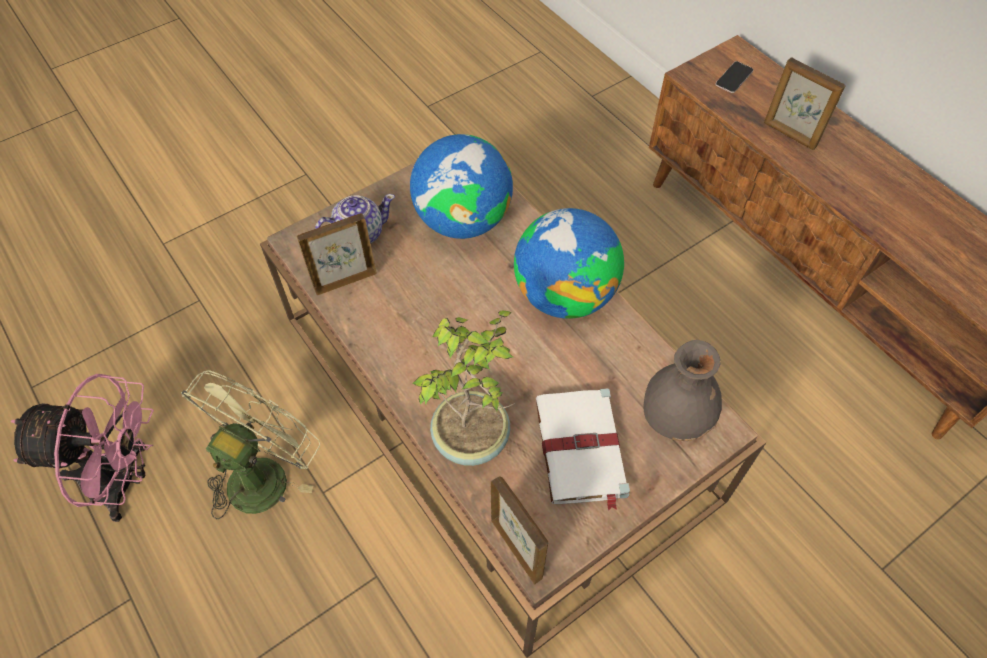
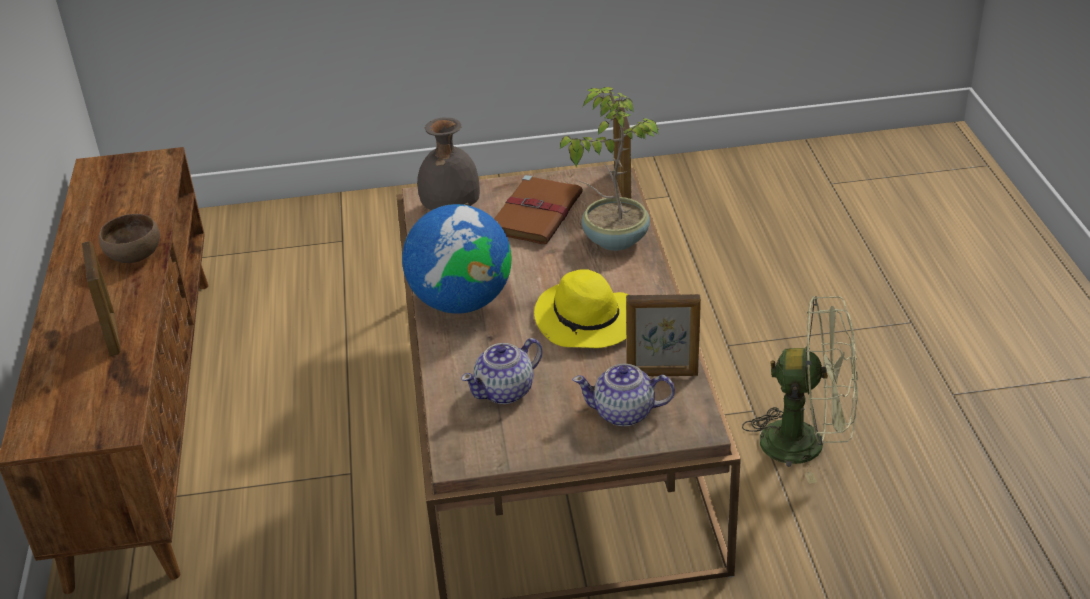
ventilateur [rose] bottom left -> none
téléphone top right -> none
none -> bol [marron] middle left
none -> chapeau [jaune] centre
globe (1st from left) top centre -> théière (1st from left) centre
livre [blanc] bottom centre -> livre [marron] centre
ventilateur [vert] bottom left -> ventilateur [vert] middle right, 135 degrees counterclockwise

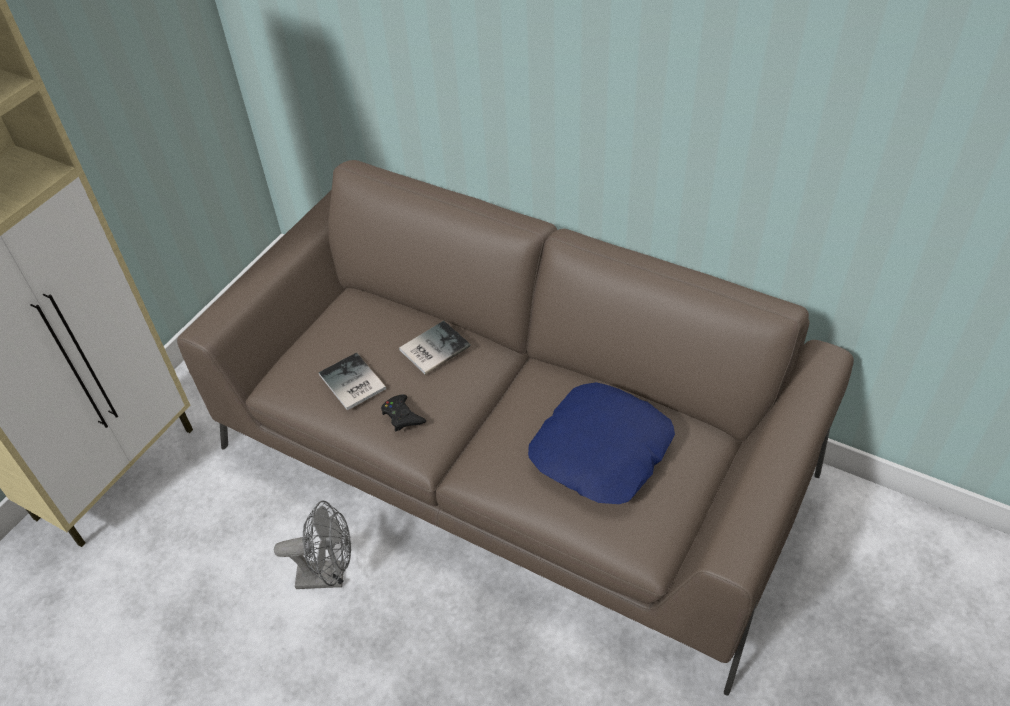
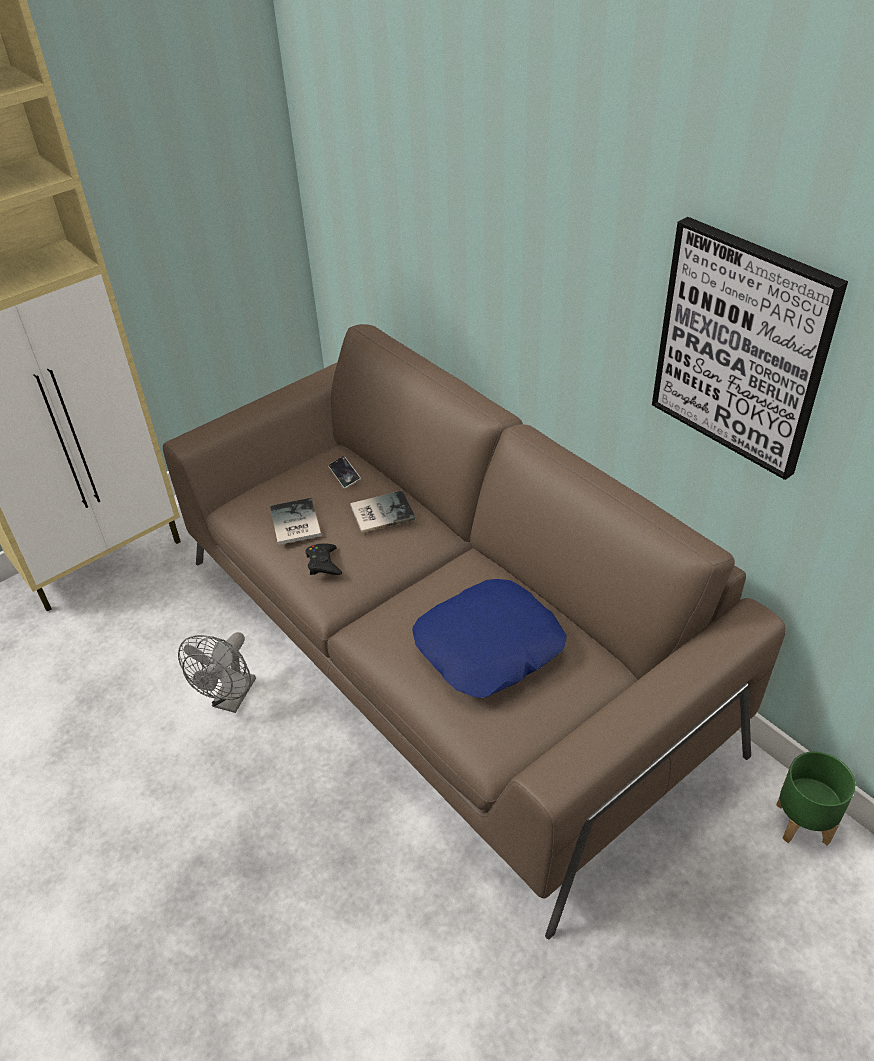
none -> téléphone centre
none -> tableau top right
none -> cache-pot [vert] bottom right
ventilateur [gris] bottom left -> ventilateur [gris] middle left, 90 degrees clockwise

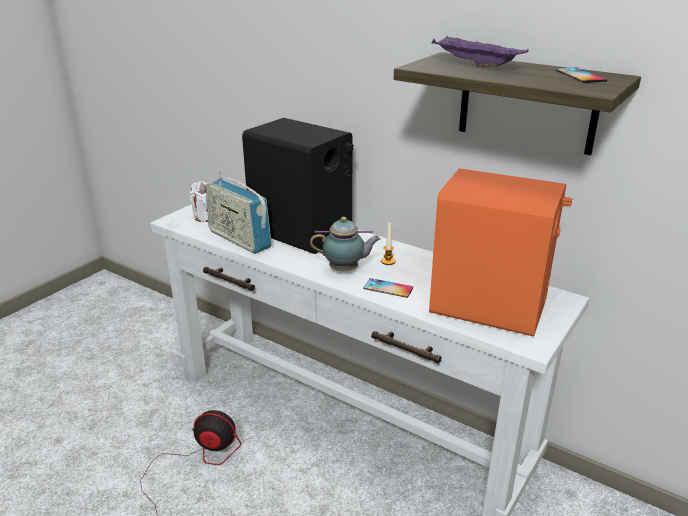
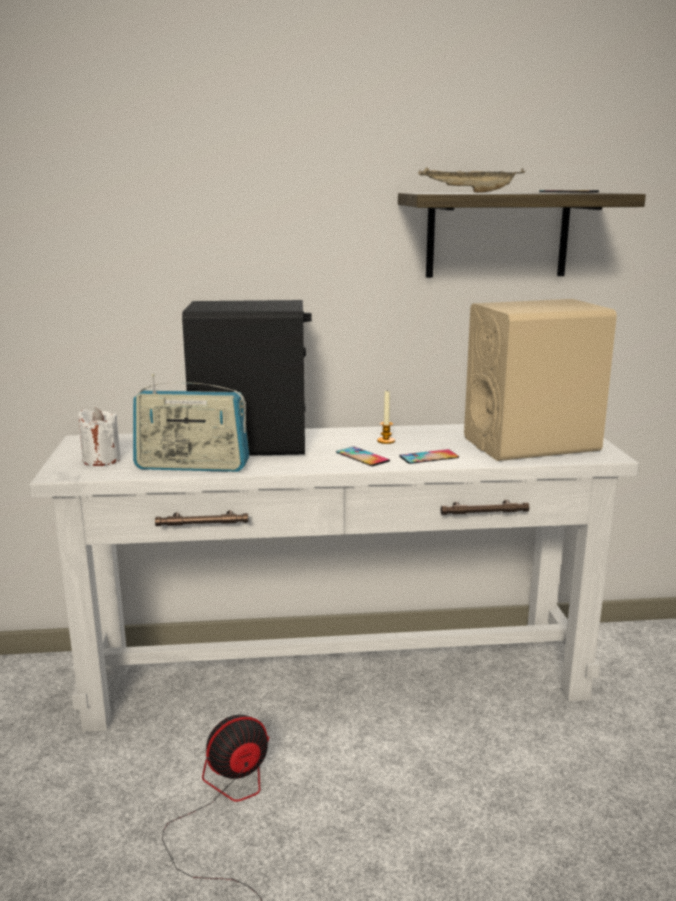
théière centre -> téléphone (1st from left) centre
enceinte [orange] middle right -> enceinte [beige] middle right
plateau [violet] top right -> plateau [beige] top right

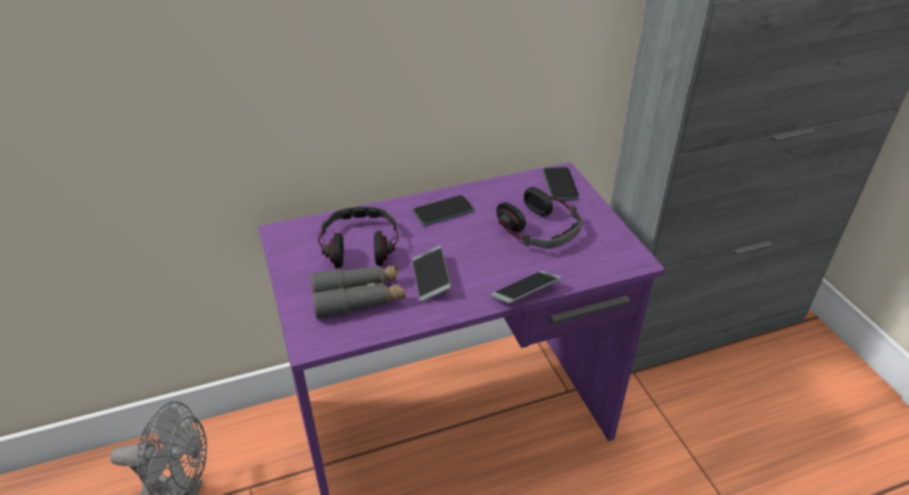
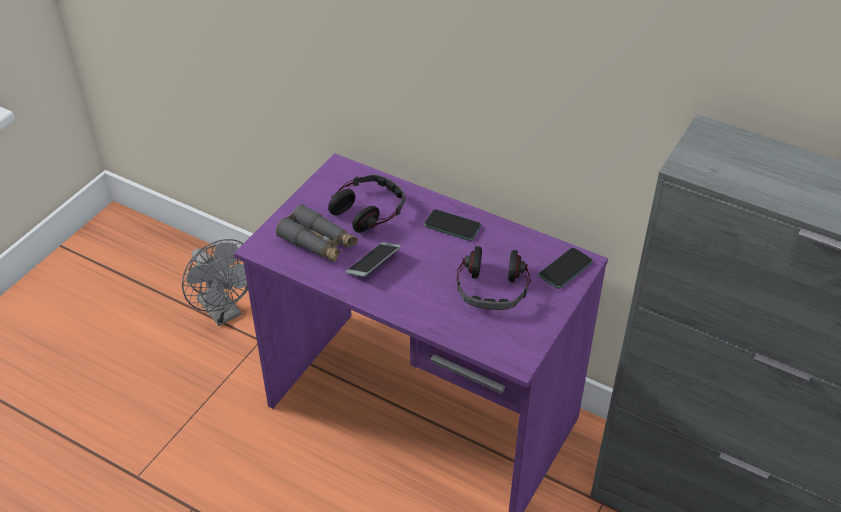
téléphone (3rd from left) centre -> none

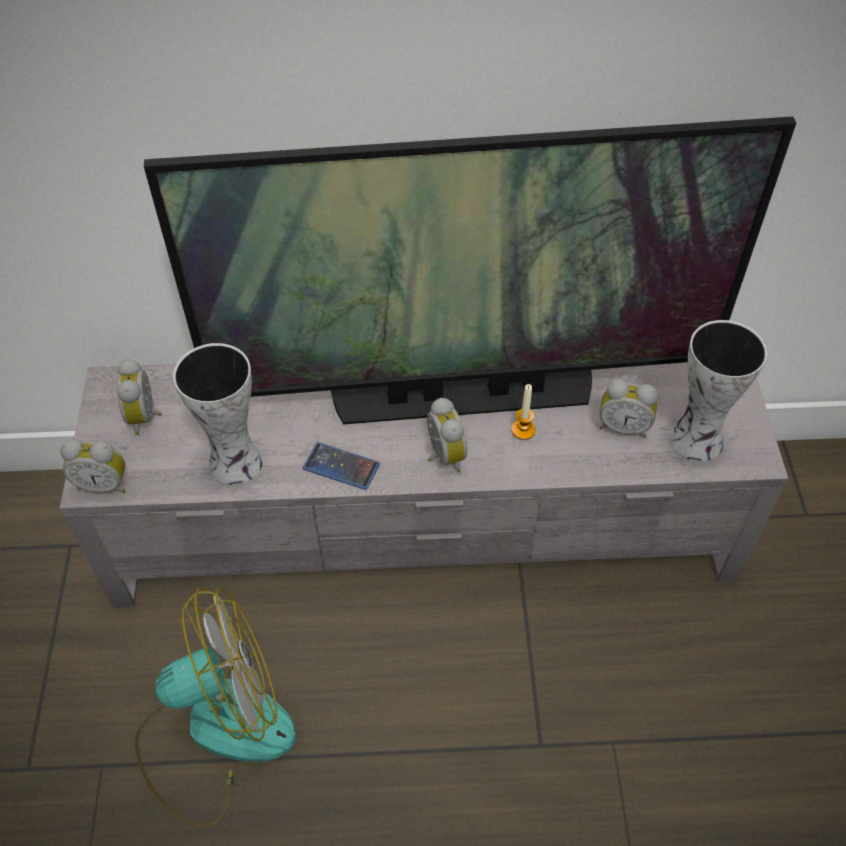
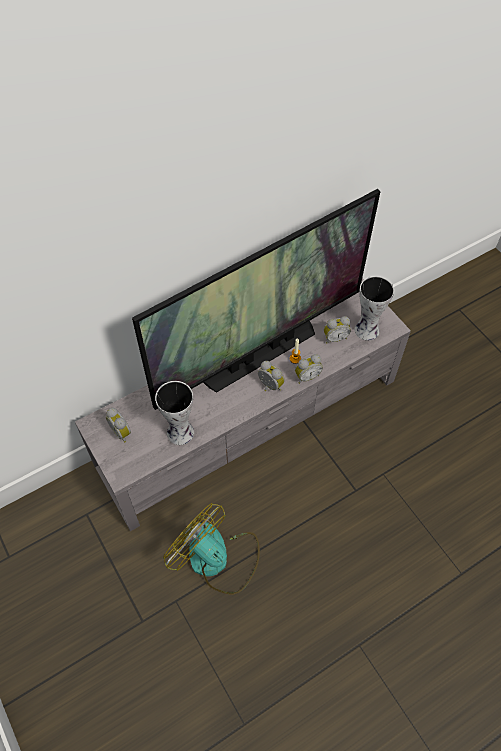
téléphone centre -> none
réveil (1st from left in the first image) middle left -> réveil (3rd from left) centre, moved
ventilateur bottom left -> ventilateur bottom centre, 90 degrees counterclockwise

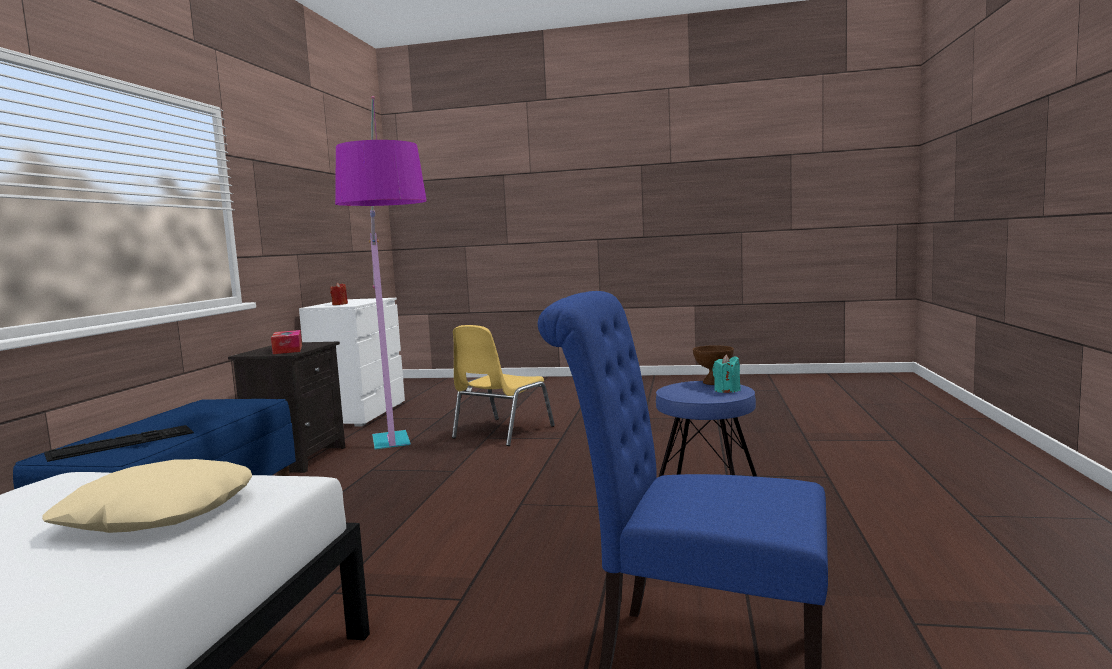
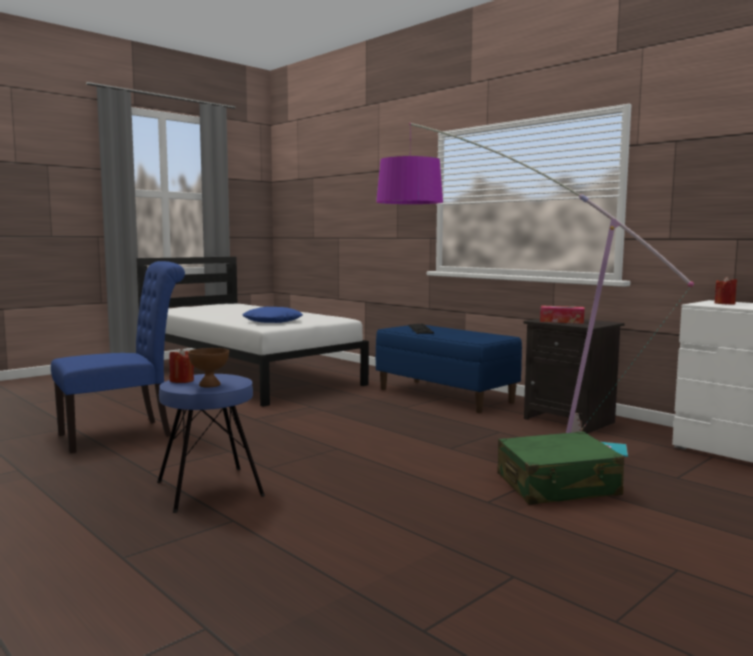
chaise [jaune] centre -> valise [vert] bottom right
coussin [beige] bottom left -> coussin [bleu] centre
bougie [turquoise] centre -> bougie [rouge] (1st from left) middle left

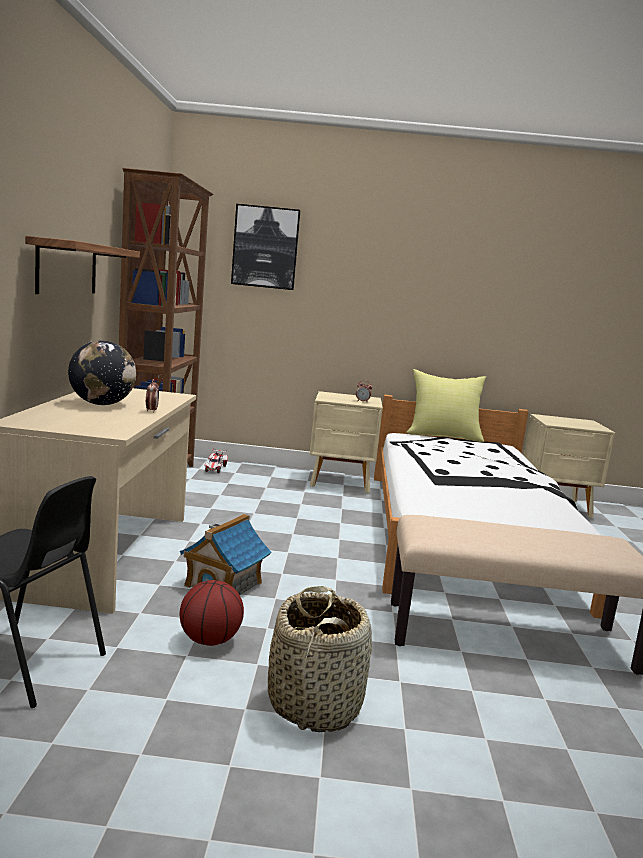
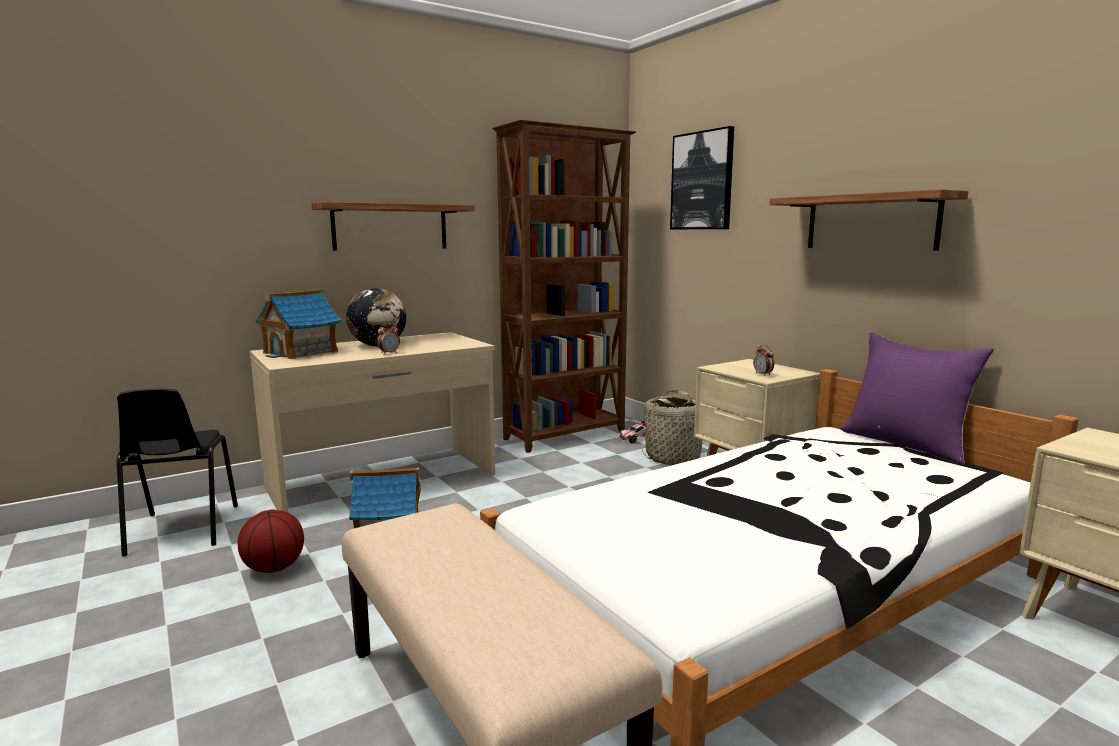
none -> maison miniature (1st from left) middle left
none -> étagère (2nd from left) top right
panier bottom centre -> panier centre, moved
coussin [jaune] middle right -> coussin [violet] middle right

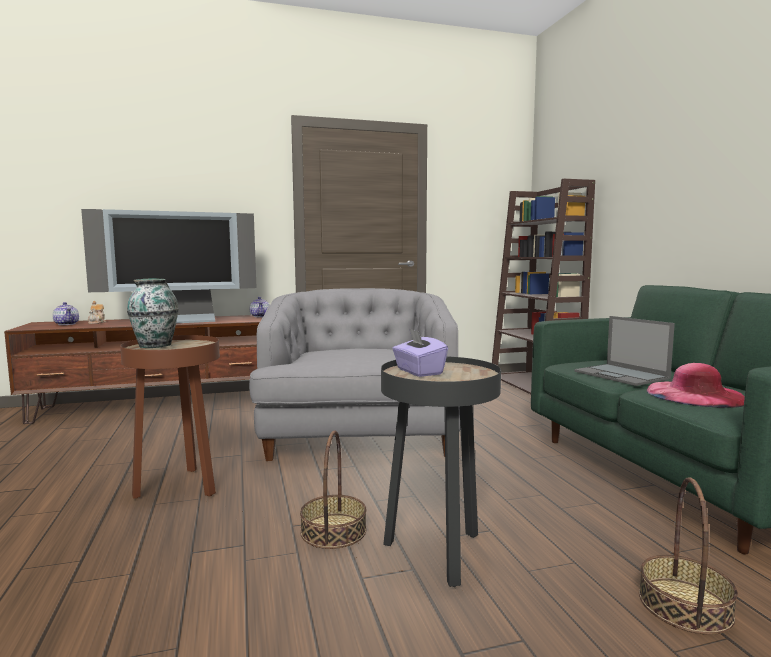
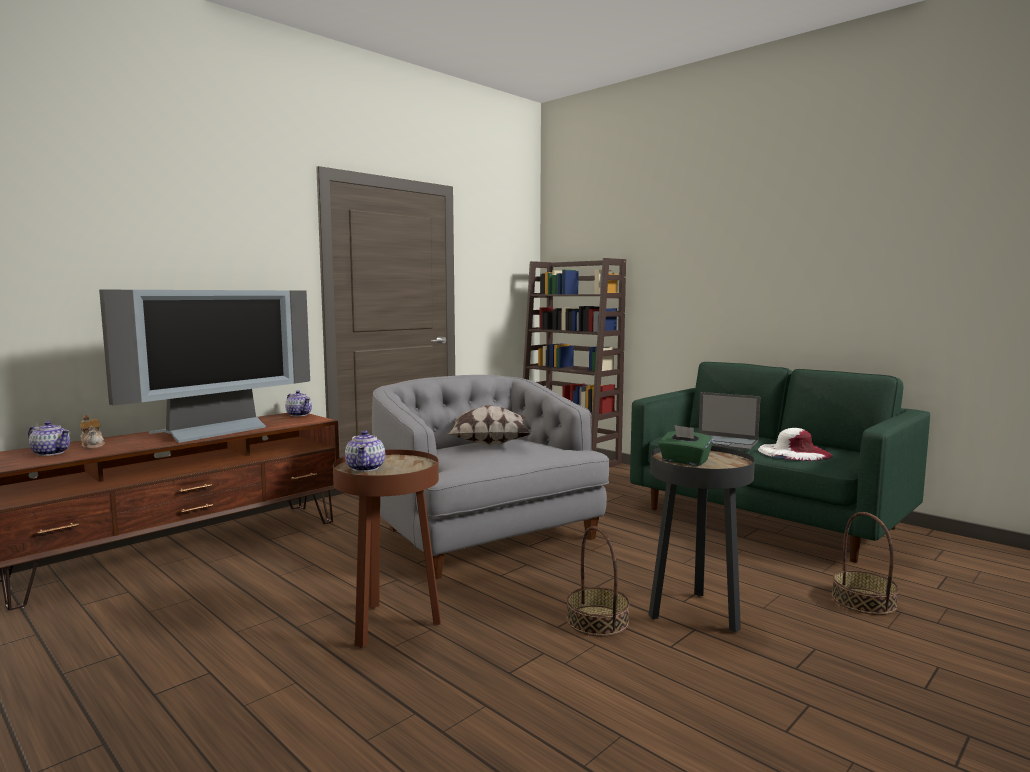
none -> coussin centre
vase middle left -> théière (4th from left) centre
boîte à mouchoirs [violet] centre -> boîte à mouchoirs [vert] centre
chapeau [rose] middle right -> chapeau [blanc] middle right

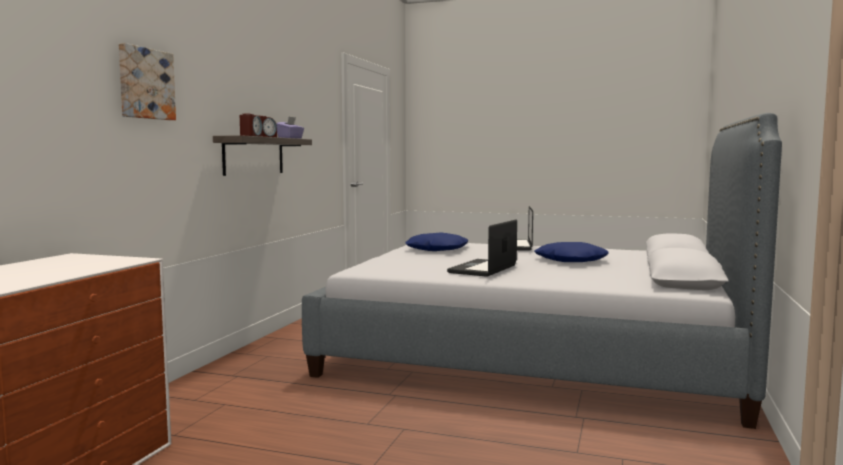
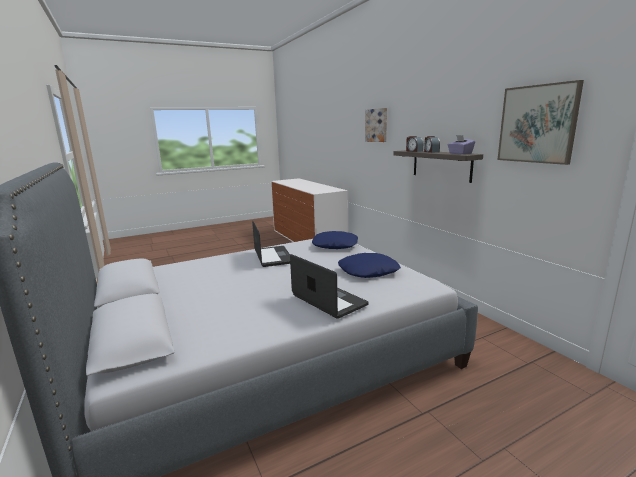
none -> tableau (2nd from left) top right
coussin [bleu] (2nd from left in the first image) middle right -> coussin [bleu] (1st from left) centre, moved

